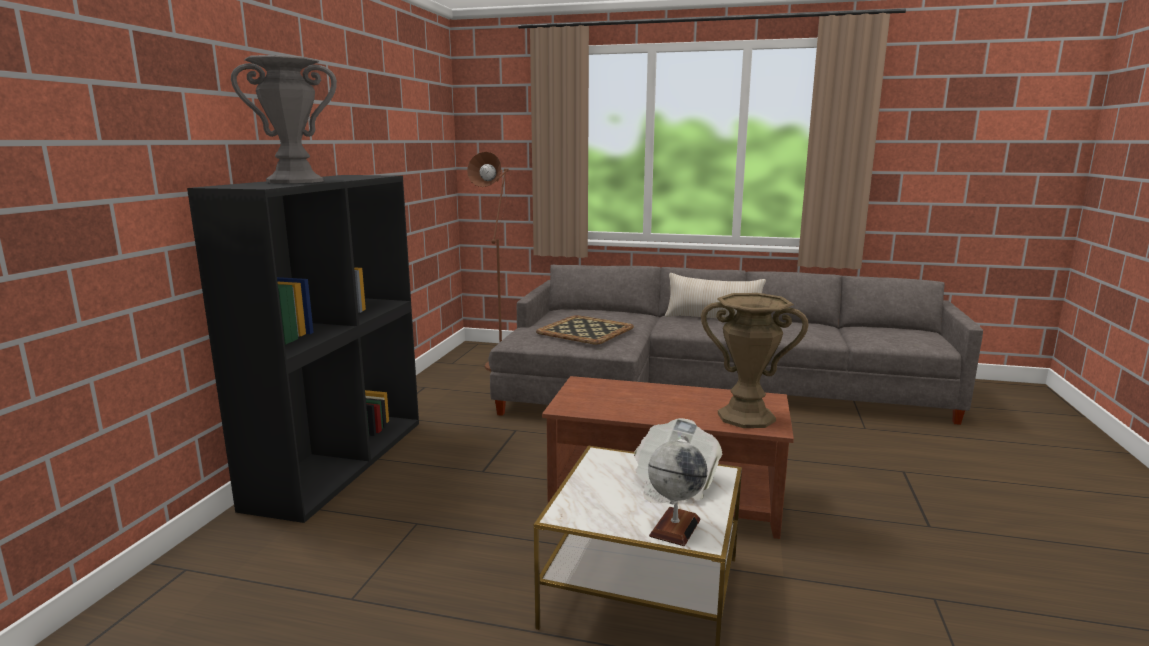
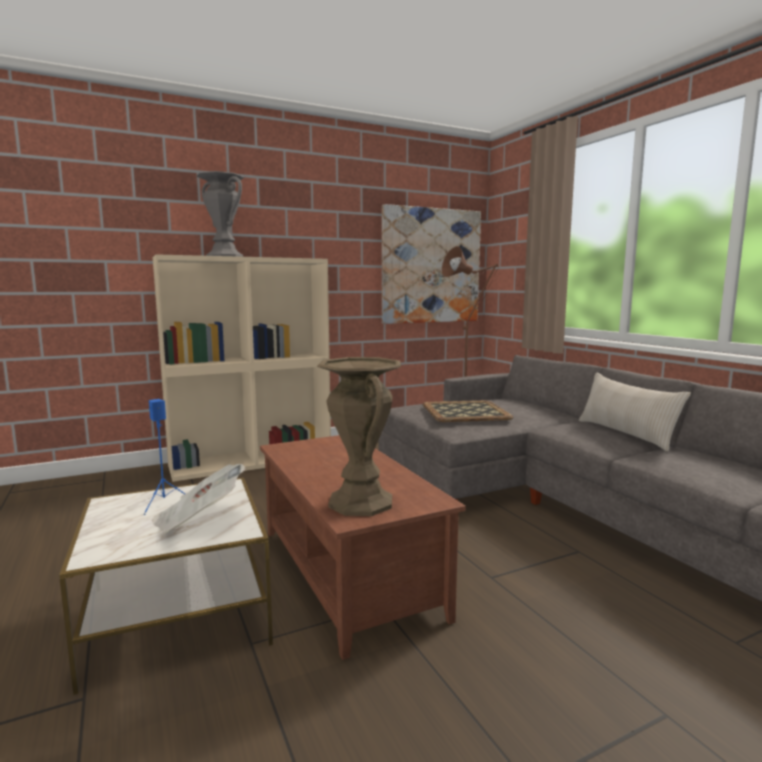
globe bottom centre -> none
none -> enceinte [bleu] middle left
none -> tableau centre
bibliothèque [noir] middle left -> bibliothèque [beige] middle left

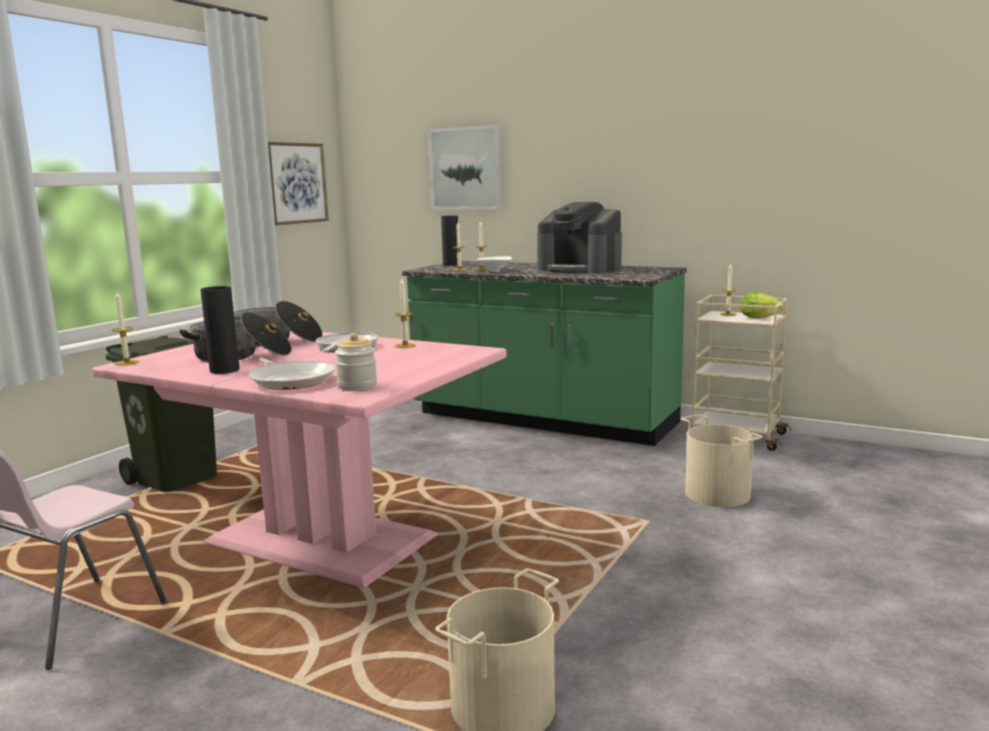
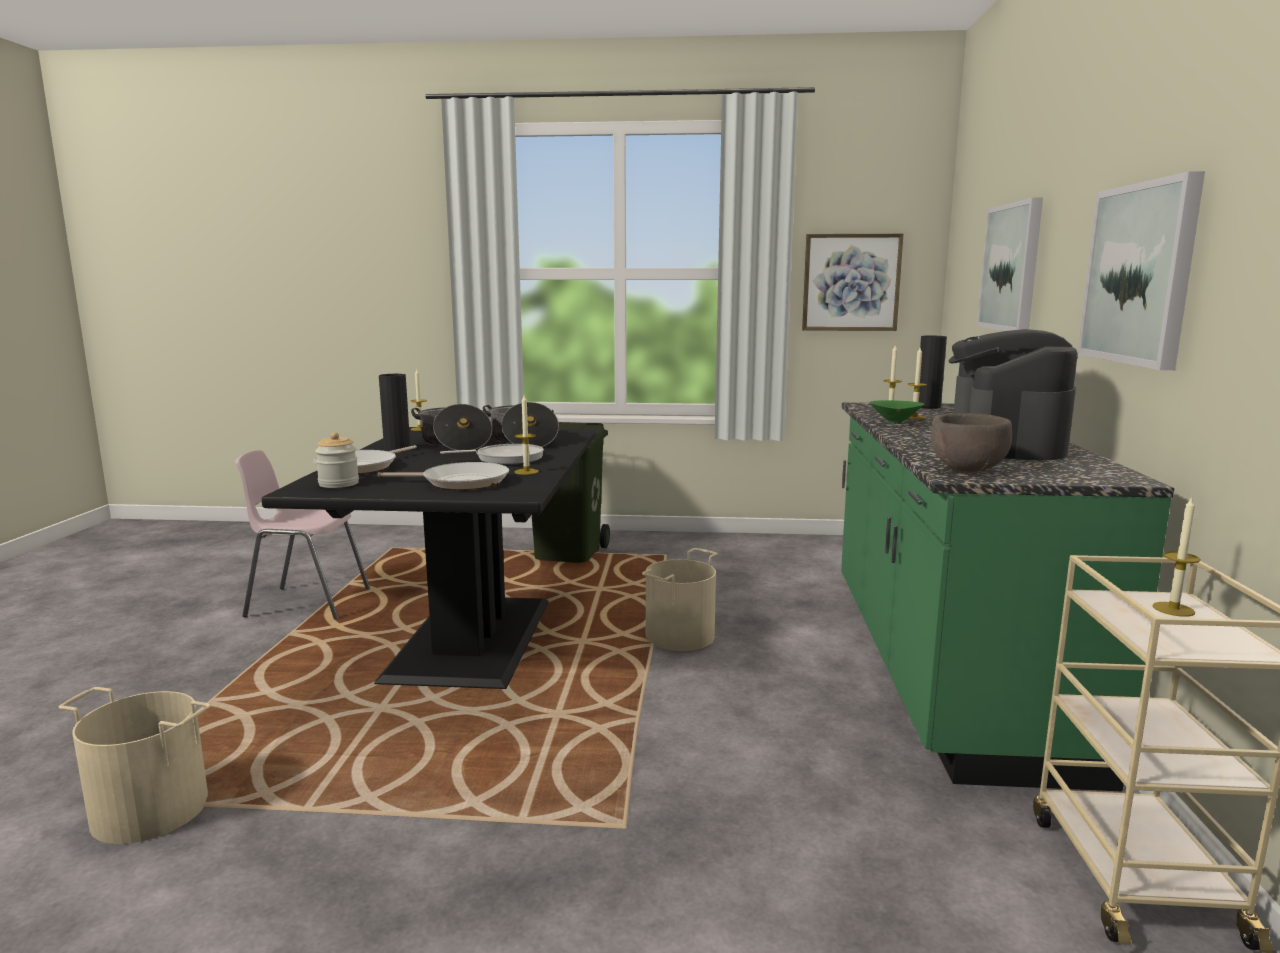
laitue middle right -> none
none -> poêle (2nd from left) centre
none -> bol [marron] middle right
none -> tableau (3rd from left) top right
seau [beige] (2nd from left) middle right -> seau [beige] (2nd from left) centre, moved
table à manger [rose] middle left -> table à manger [noir] centre
bol [blanc] centre -> bol [vert] middle right

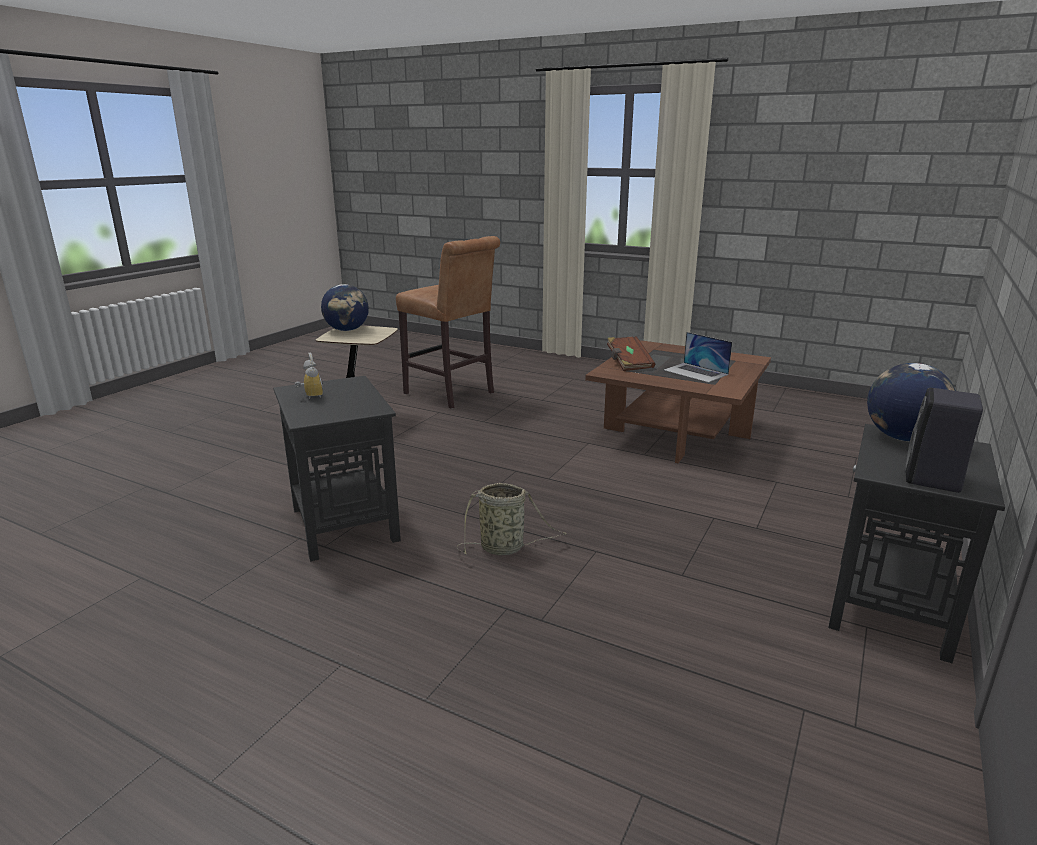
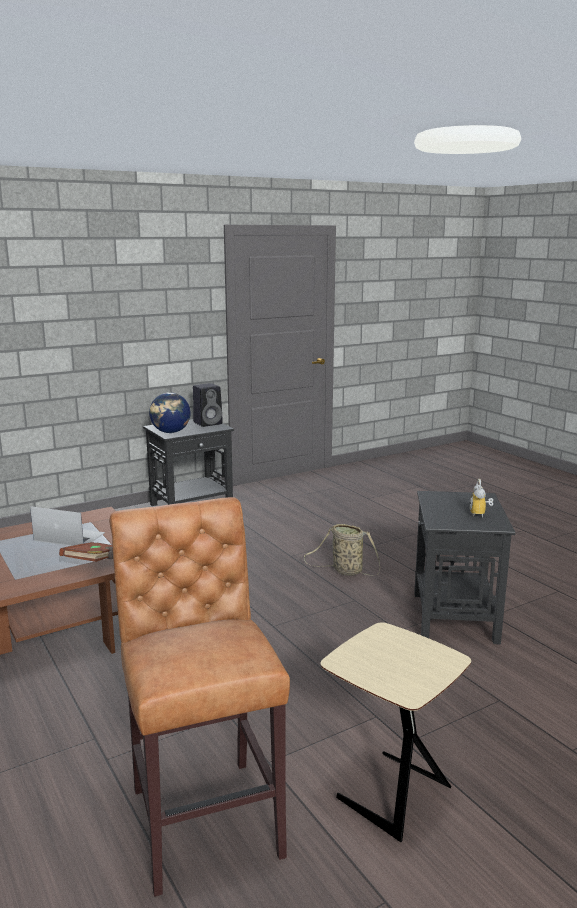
globe (1st from left) middle left -> none
ordinateur portable middle right -> ordinateur portable middle left, 60 degrees counterclockwise

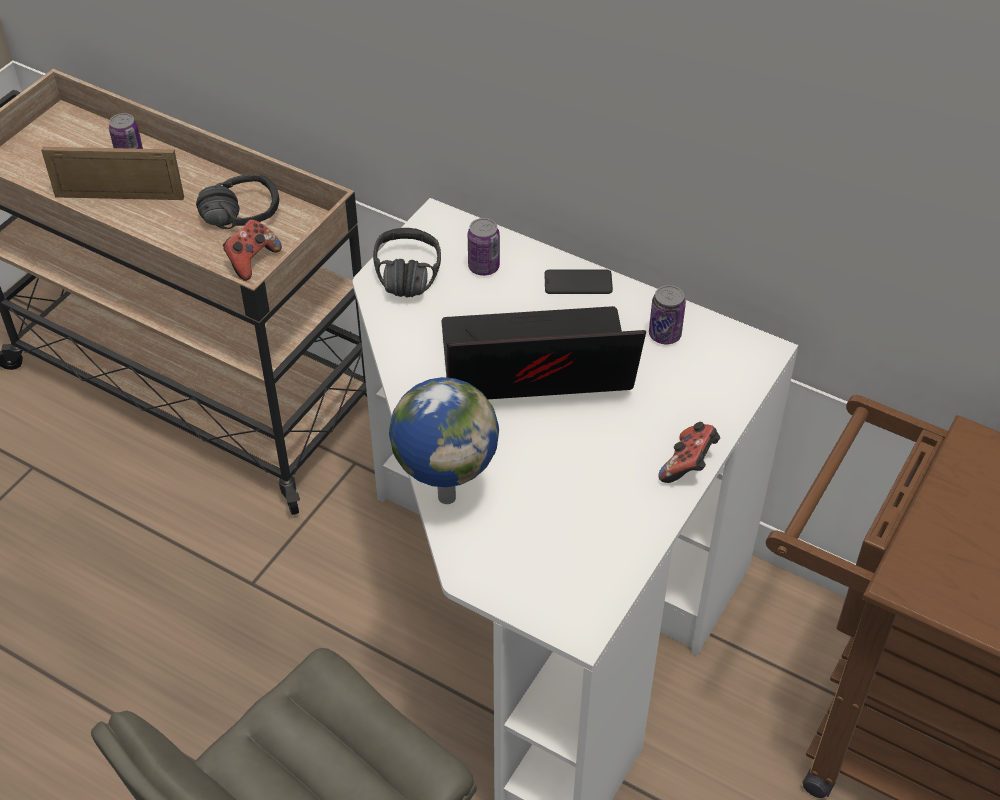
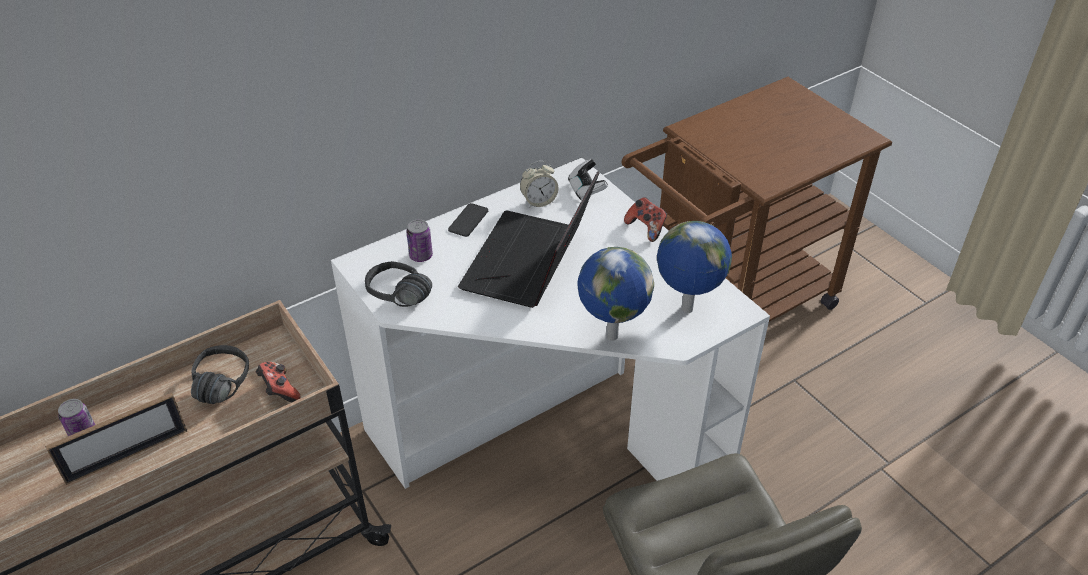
none -> manette (2nd from left) top centre
none -> globe (2nd from left) centre
boîte métallique (3rd from left) middle right -> réveil top centre
cadre photo top left -> cadre photo bottom left, 150 degrees counterclockwise

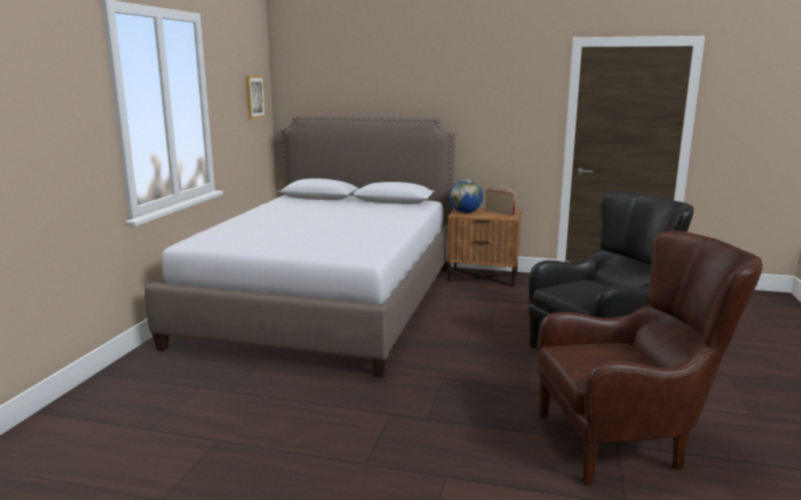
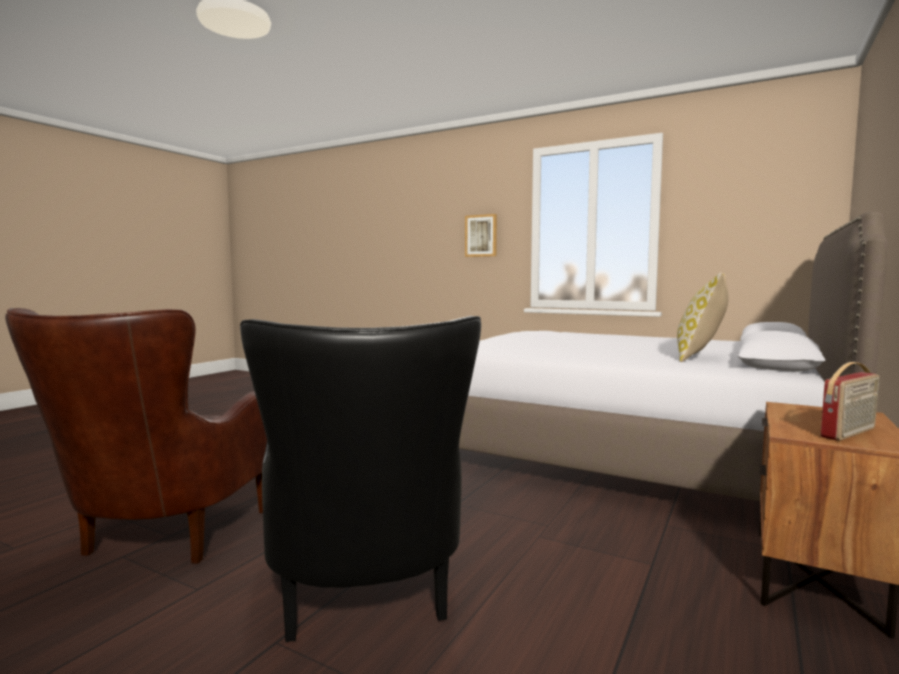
globe centre -> none
none -> coussin middle right
tableau top left -> tableau centre, moved

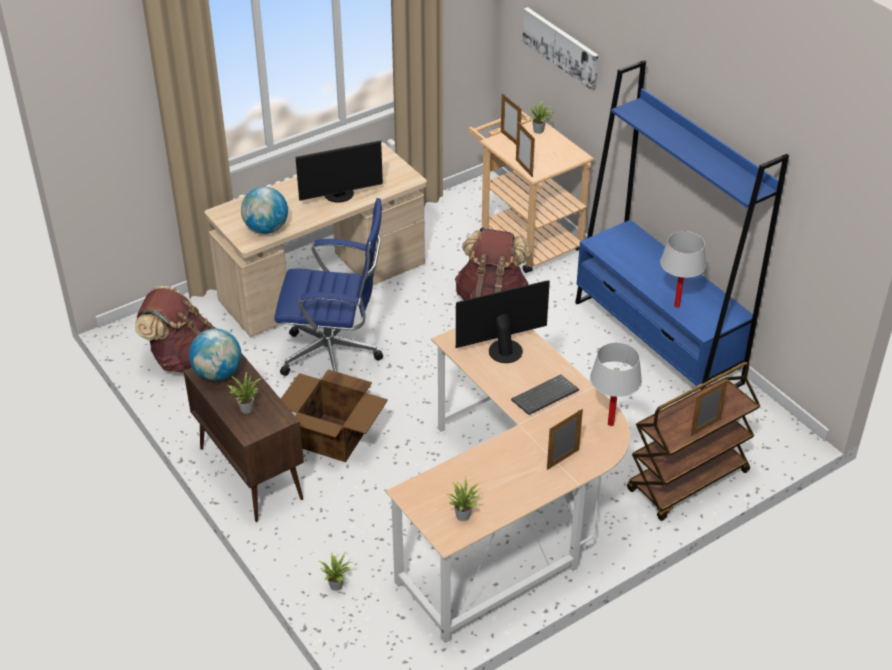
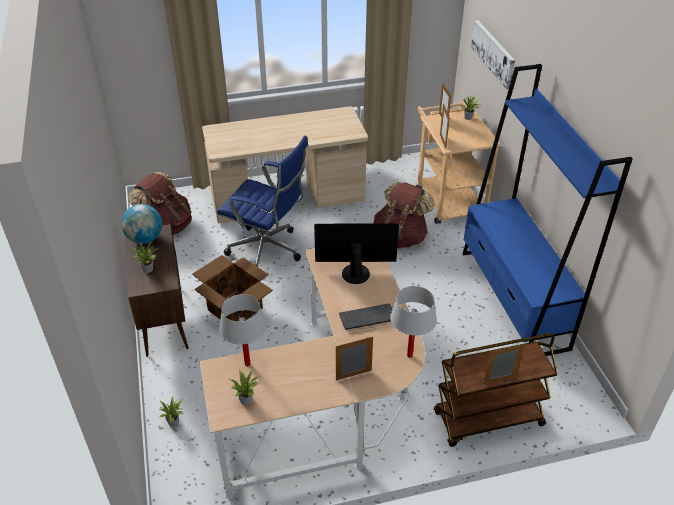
globe (2nd from left) top left -> none
écran d'ordinateur (1st from left) top centre -> none
lampe de table [blanc] (2nd from left in the first image) middle right -> lampe de table [blanc] (1st from left) centre, moved

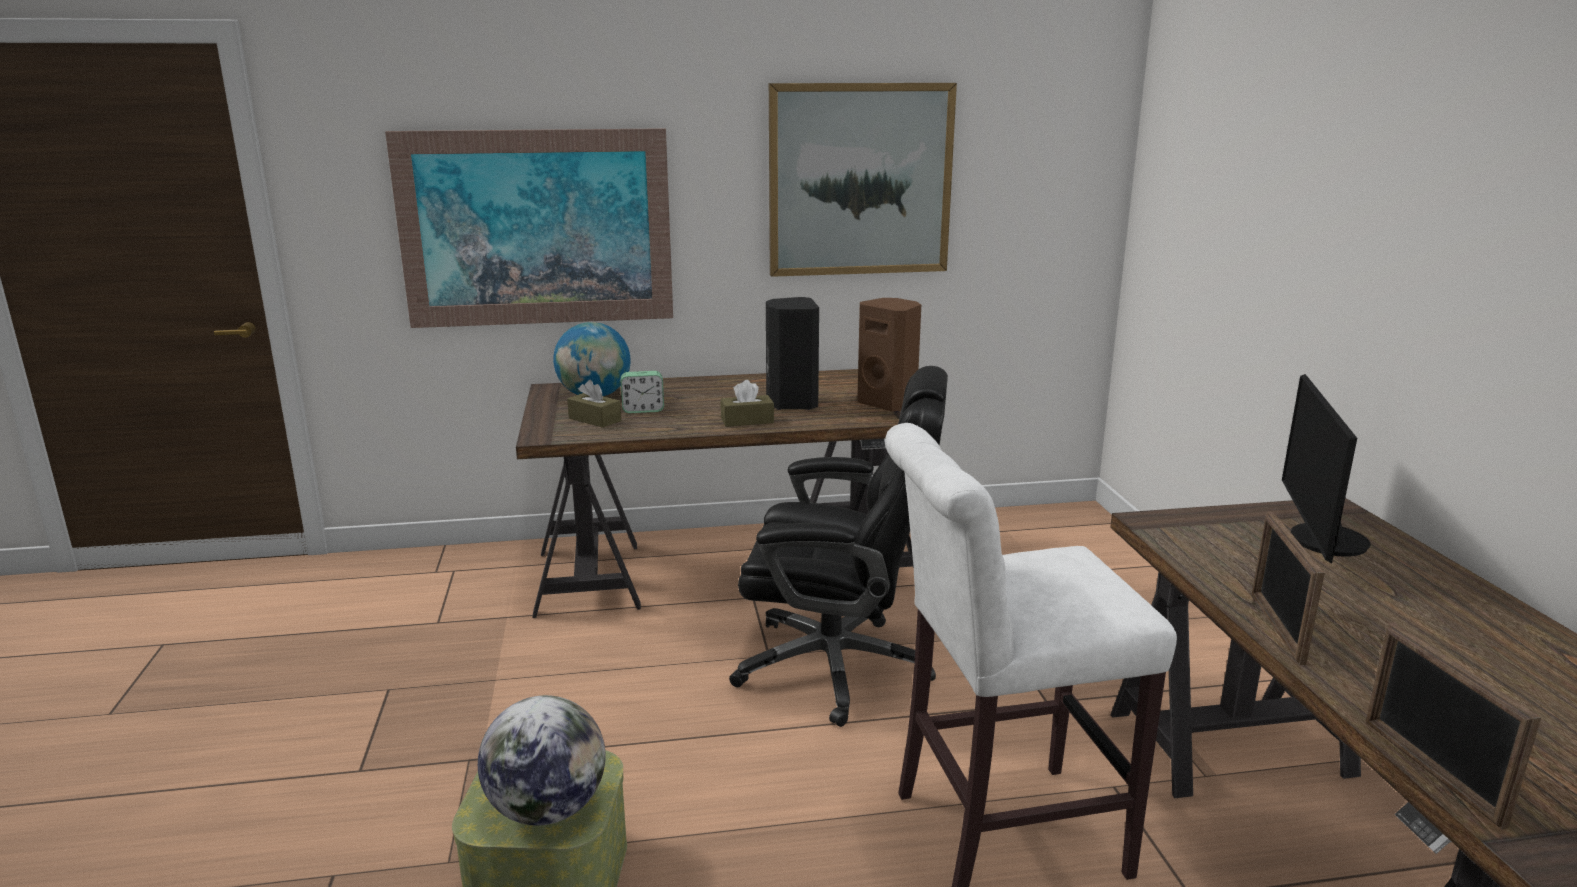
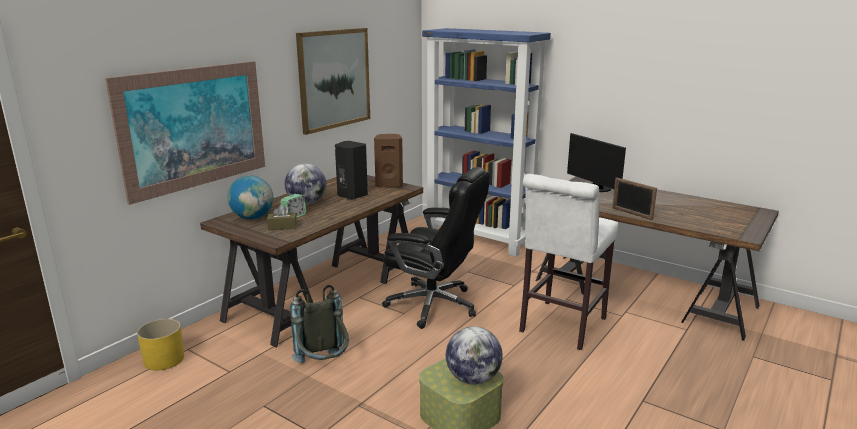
boîte à mouchoirs [marron] (2nd from left) centre -> none
cadre photo (2nd from left) bottom right -> none
none -> cache-pot [jaune] bottom left
none -> globe (2nd from left) centre
none -> sac à dos [gris] bottom centre
none -> bibliothèque [bleu] top centre
chaise de bureau [noir] centre, 60 degrees clockwise

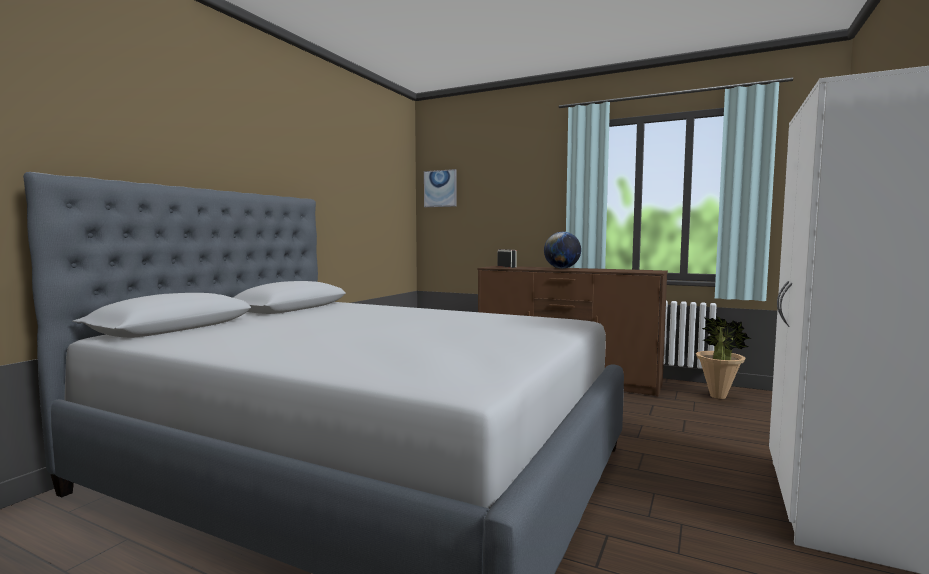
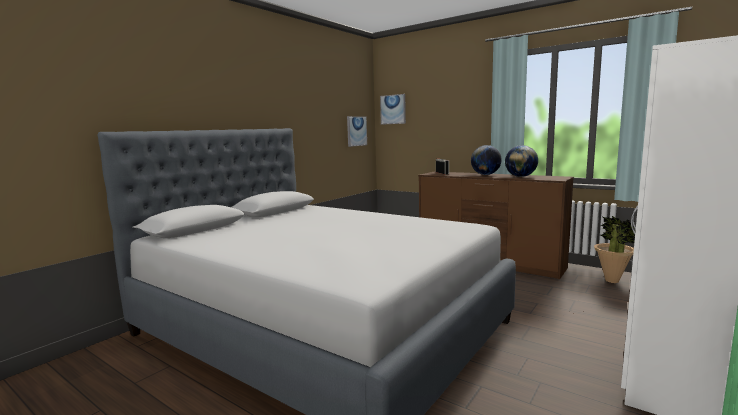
none -> tableau (1st from left) top centre
none -> globe (2nd from left) middle right

